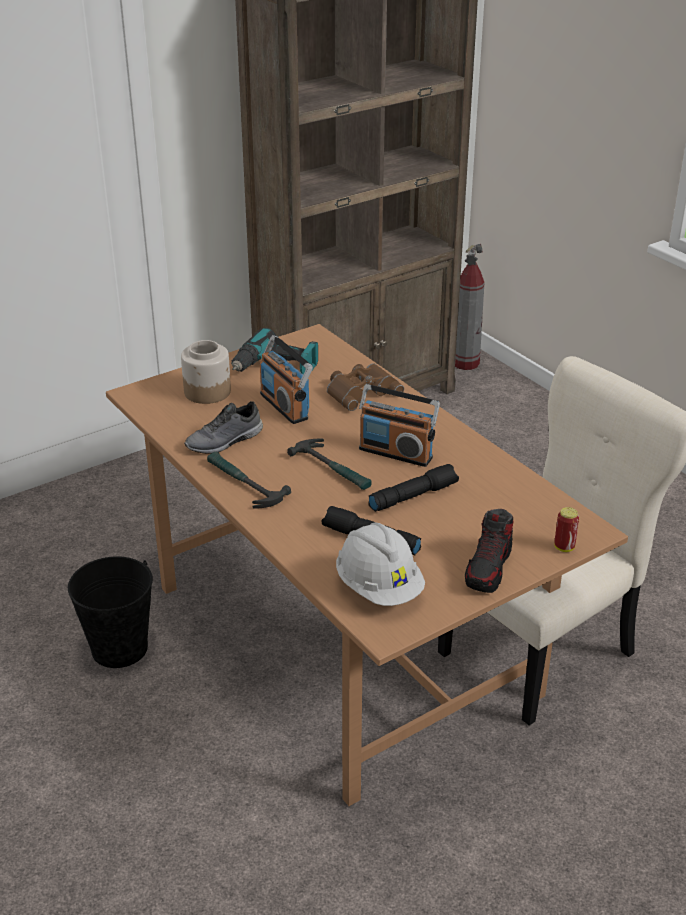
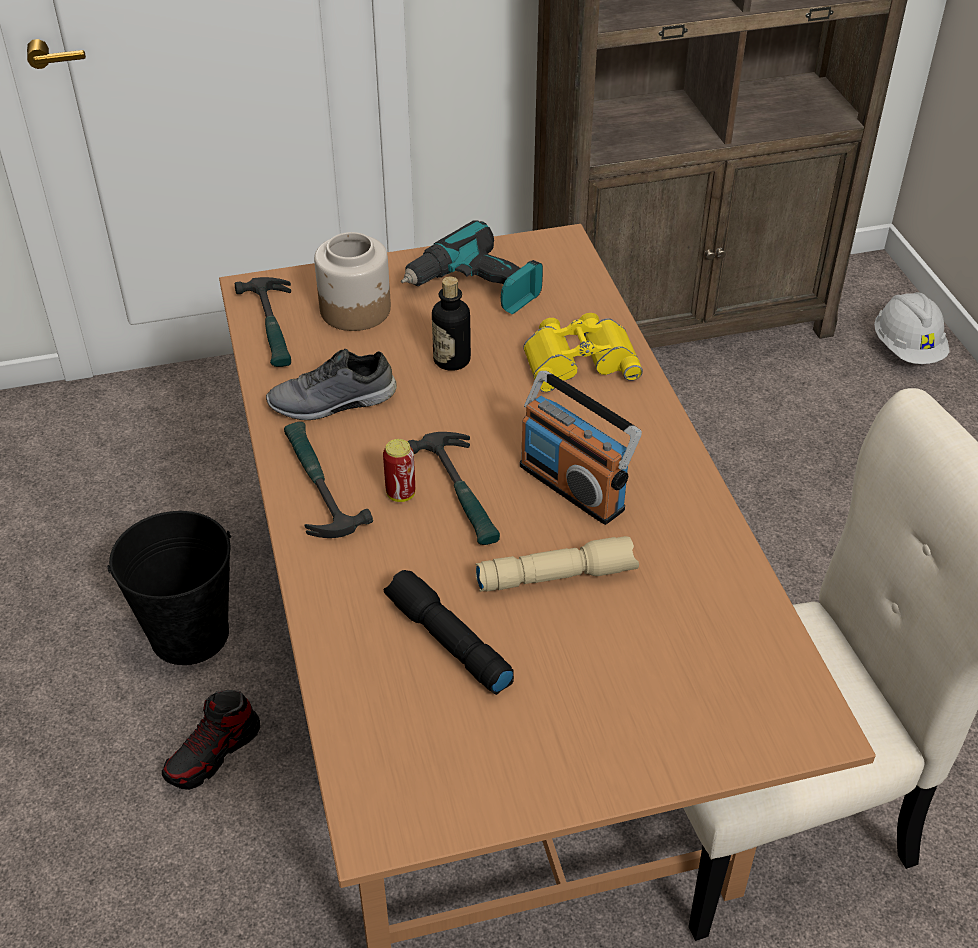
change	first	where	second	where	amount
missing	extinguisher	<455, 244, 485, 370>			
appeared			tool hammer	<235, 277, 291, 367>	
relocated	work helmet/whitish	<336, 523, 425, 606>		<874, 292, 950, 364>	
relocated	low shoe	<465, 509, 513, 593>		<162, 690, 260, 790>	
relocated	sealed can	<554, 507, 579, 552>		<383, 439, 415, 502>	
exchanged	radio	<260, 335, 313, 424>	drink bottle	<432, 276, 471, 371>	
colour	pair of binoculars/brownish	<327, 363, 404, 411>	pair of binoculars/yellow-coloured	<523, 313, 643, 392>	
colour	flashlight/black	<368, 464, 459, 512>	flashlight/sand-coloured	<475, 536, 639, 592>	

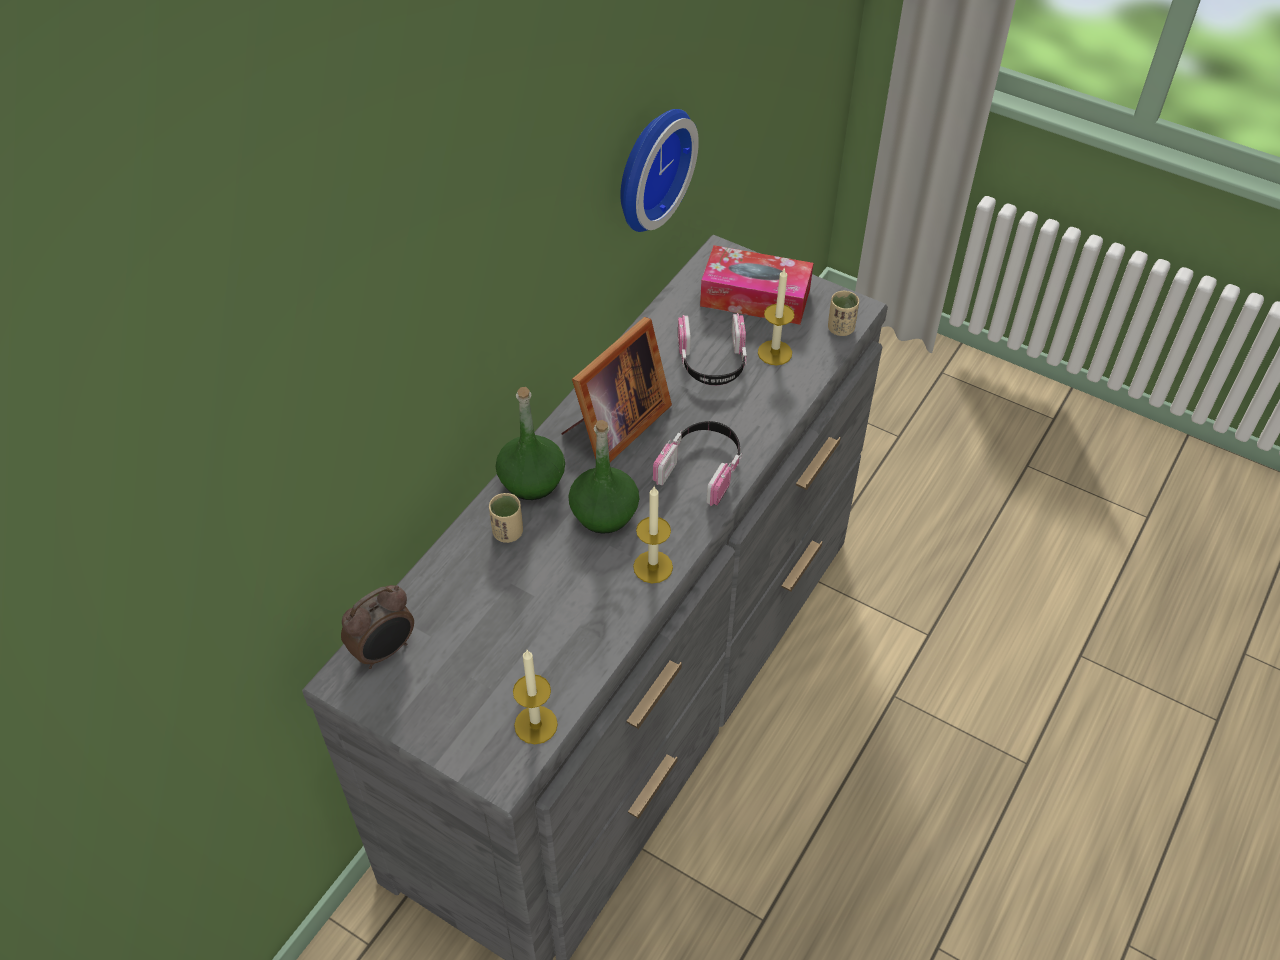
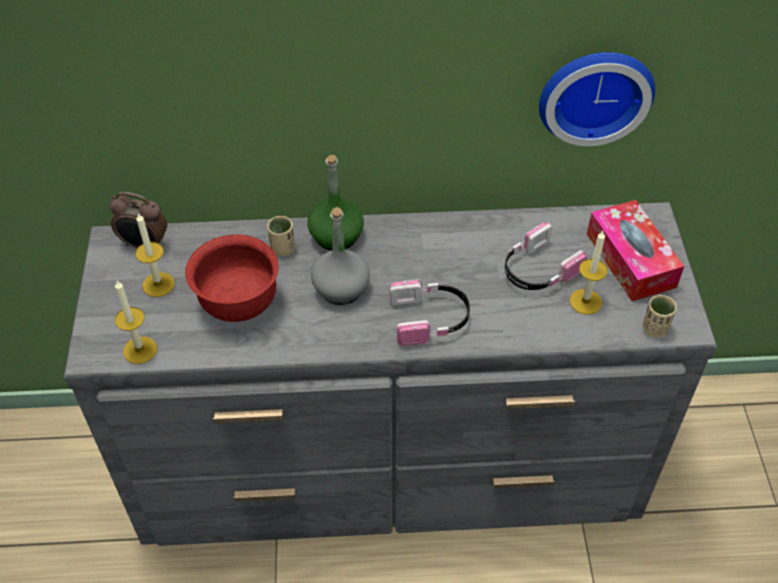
change	first	where	second	where	amount
missing	picture frame	<561, 317, 672, 462>			
appeared			bowl/red	<185, 234, 279, 322>	
relocated	wax candle	<633, 487, 673, 583>		<135, 213, 175, 297>	
colour	drink bottle/green-coloured	<569, 420, 639, 534>	drink bottle/greyish	<311, 207, 370, 305>	

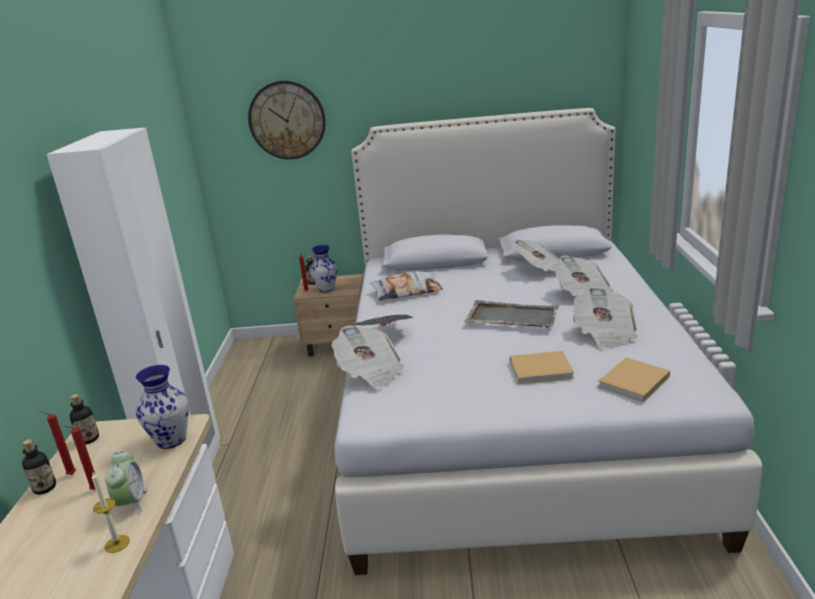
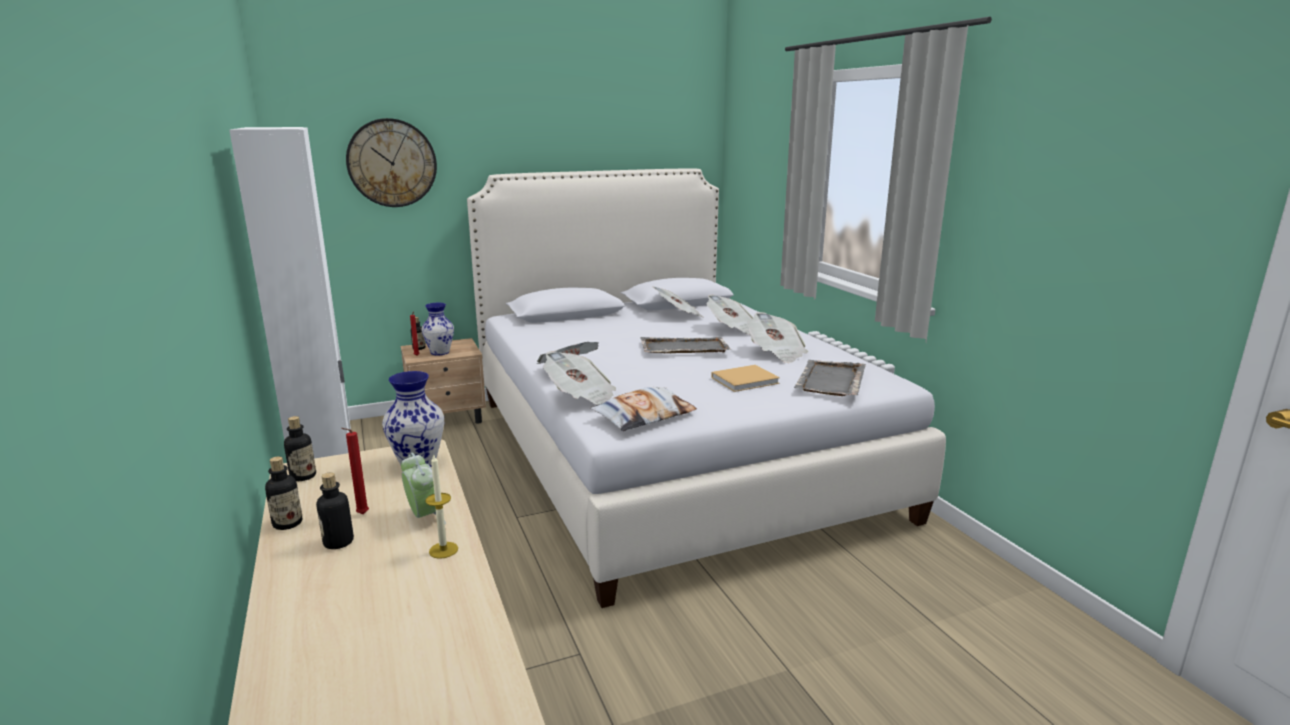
change	first	where	second	where	amount
missing	wax candle/red	<40, 411, 76, 475>			
appeared			drink bottle	<316, 473, 354, 549>	
relocated	cushion	<370, 271, 443, 301>		<590, 387, 697, 431>	
exchanged	volume/sand-coloured	<598, 357, 670, 402>	tray/greyish	<794, 360, 866, 396>	

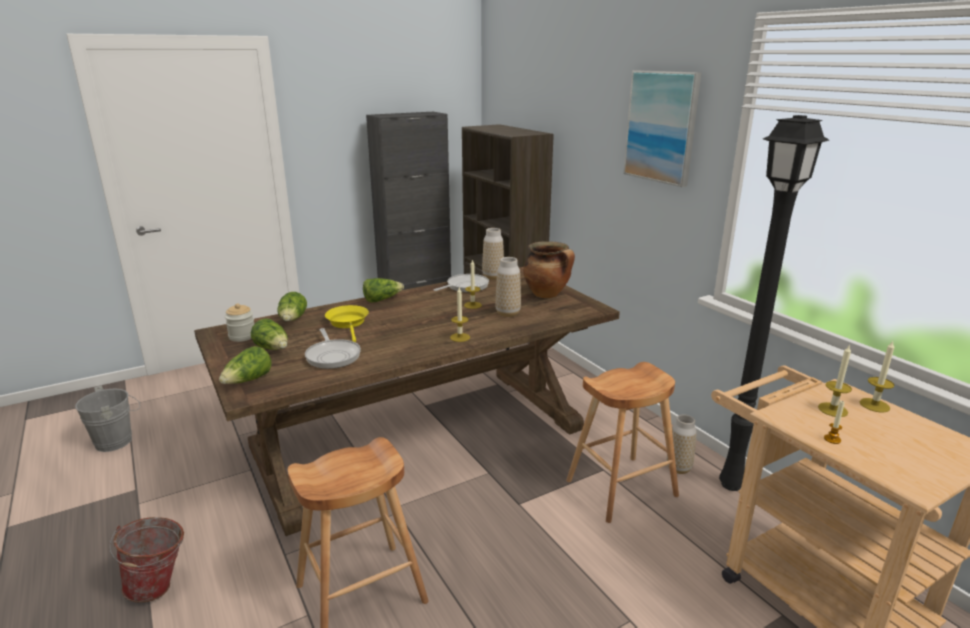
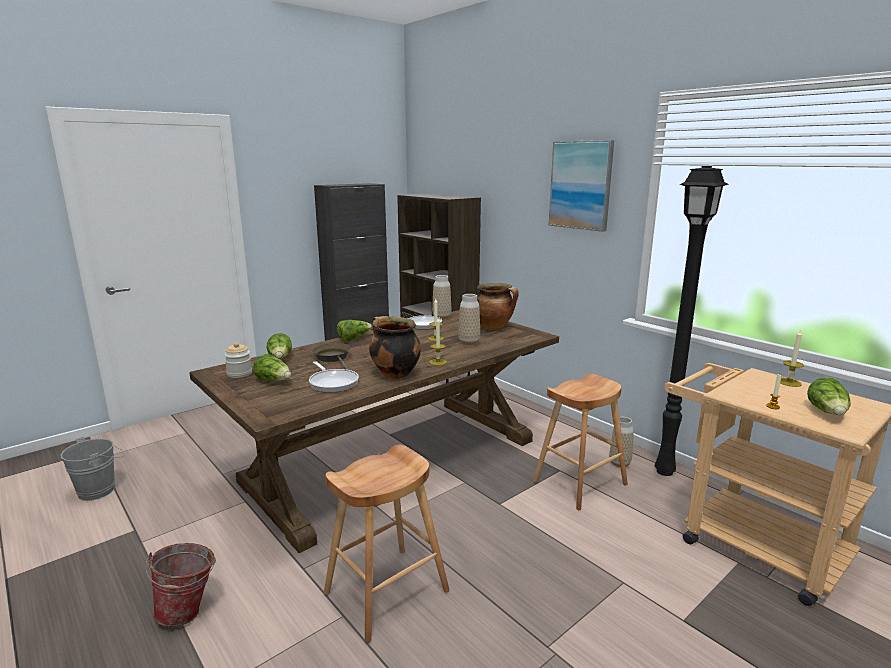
change	first	where	second	where	amount
missing	wax candle	<818, 344, 852, 417>			
appeared			saucepot	<369, 316, 421, 379>	
relocated	lettuce	<219, 346, 272, 384>		<807, 377, 851, 415>	
colour	frying pan/yellow-coloured	<325, 305, 369, 342>	frying pan/brownish	<312, 343, 351, 370>	

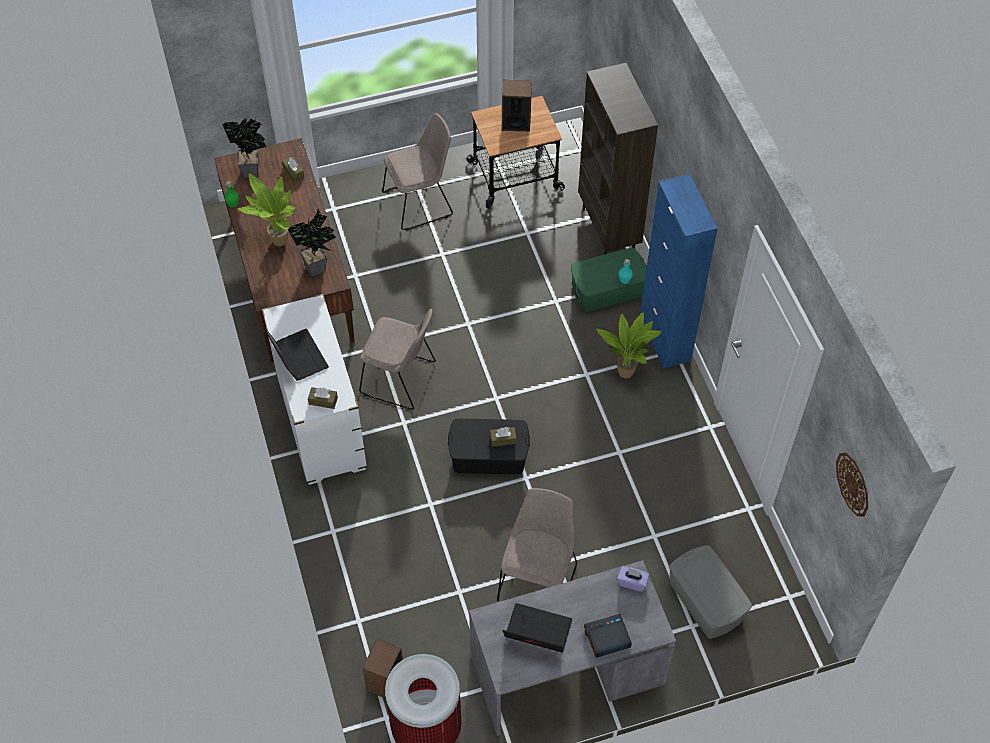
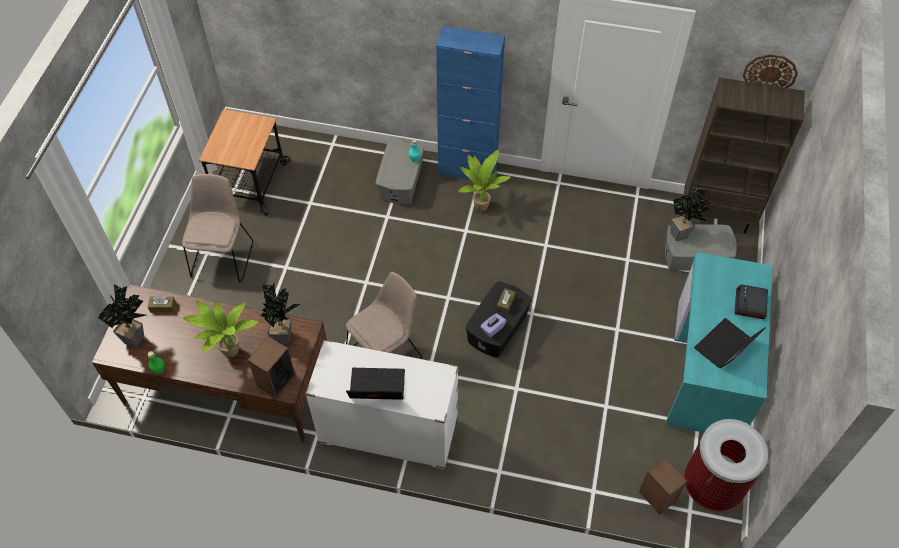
change	first	where	second	where	amount
missing	tissue holder/brownish	<308, 387, 338, 409>			
missing	upright chair/sand-coloured	<497, 488, 577, 601>			
appeared			houseplant	<670, 184, 710, 241>	
relocated	loudspeaker	<502, 80, 532, 132>		<248, 336, 295, 398>	
relocated	bookcase/brownish	<578, 63, 658, 254>		<684, 77, 805, 234>	
relocated	tissue holder/purple	<617, 566, 649, 592>		<480, 313, 506, 338>	
colour	desk/greyish	<469, 560, 676, 736>	desk/turquoise-coloured	<665, 252, 773, 433>	
colour	storage container/green-coloured	<571, 248, 647, 312>	storage container/greyish	<375, 139, 424, 204>	

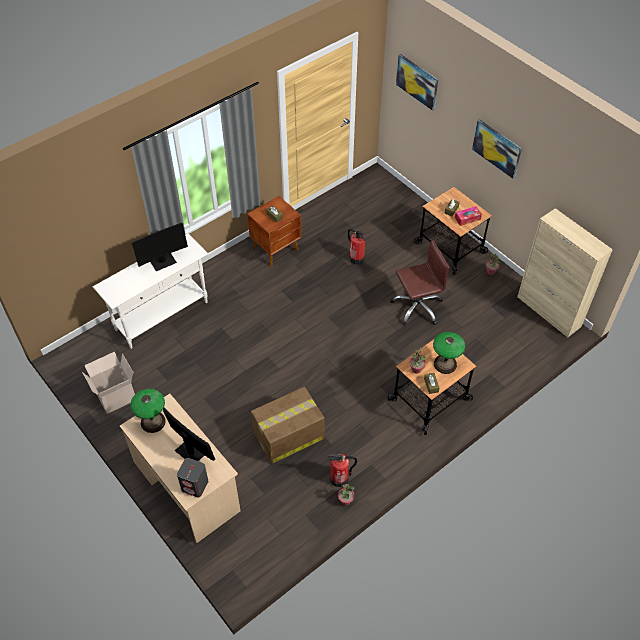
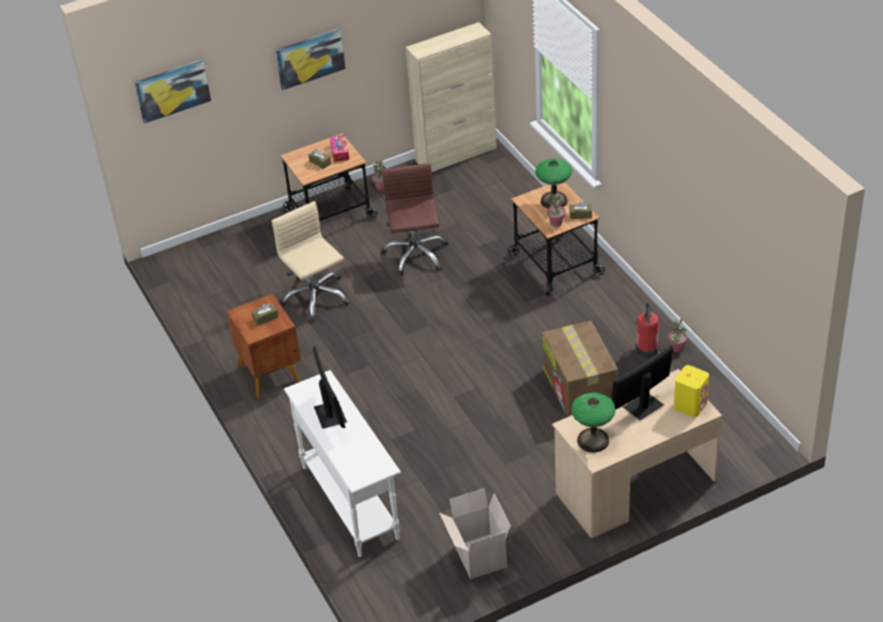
change	first	where	second	where	amount
exchanged	extinguisher	<348, 229, 365, 265>	office chair/sand-coloured	<271, 201, 350, 321>	
colour	loudspeaker/greyish	<177, 458, 208, 498>	loudspeaker/yellow-coloured	<674, 365, 709, 417>	

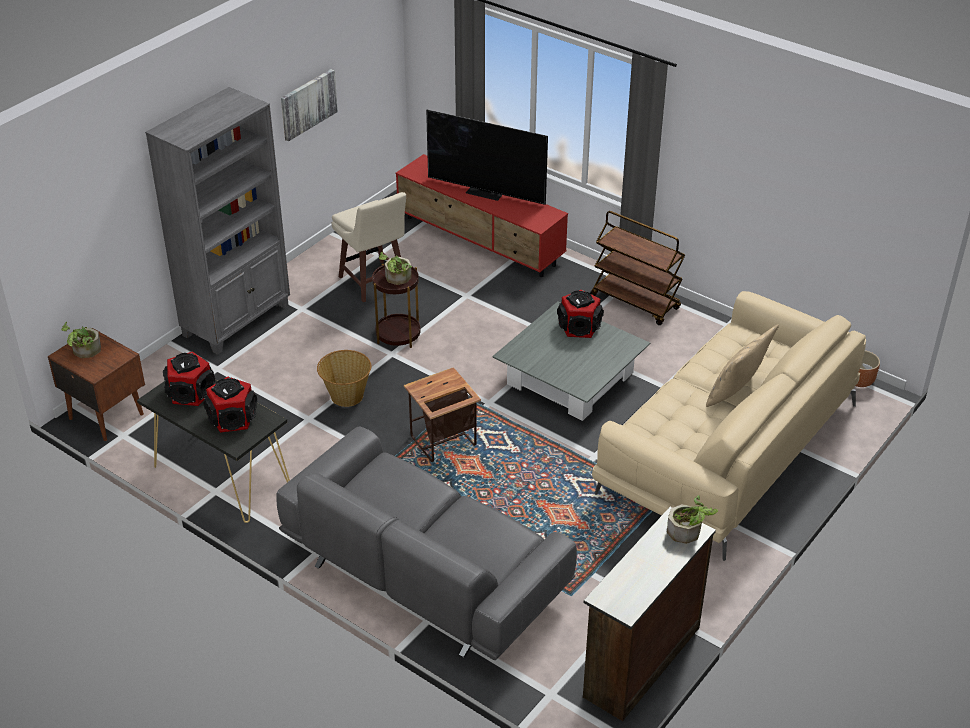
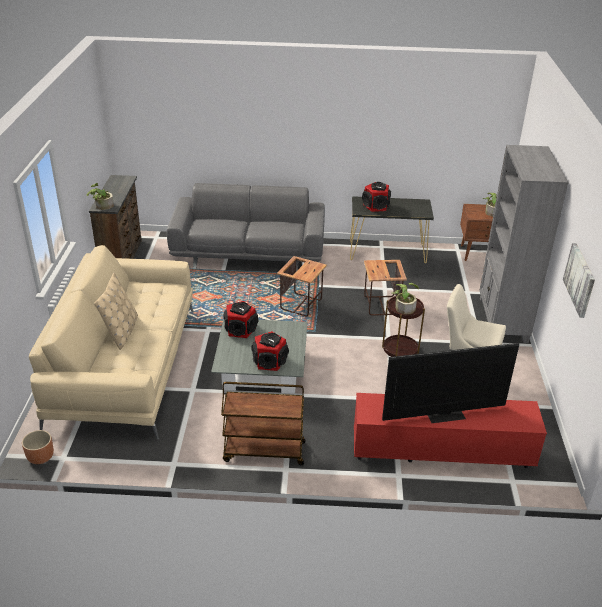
change	first	where	second	where	amount
relocated	loudspeaker	<163, 352, 215, 406>		<223, 301, 259, 338>	
exchanged	storage basket	<317, 350, 371, 407>	side table	<364, 260, 407, 315>	

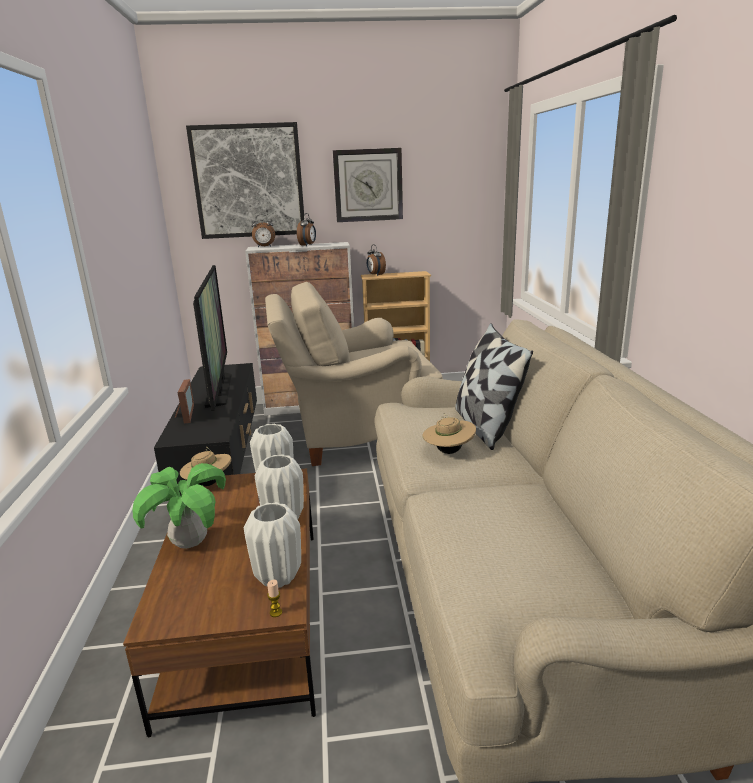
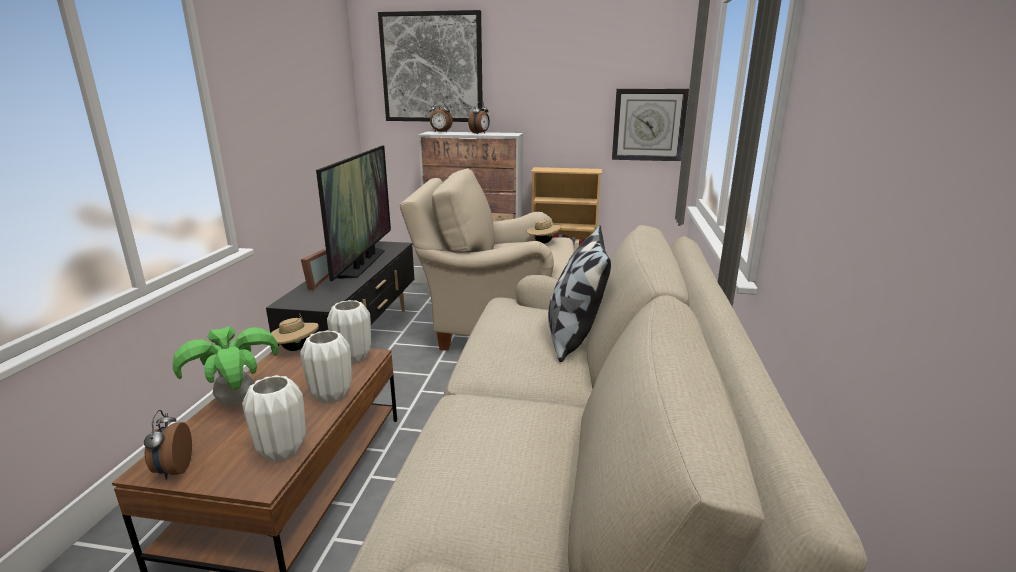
change	first	where	second	where	amount
missing	wax candle	<267, 580, 282, 617>			
relocated	wall clock	<333, 148, 403, 222>		<612, 89, 689, 161>	
relocated	table clock	<367, 244, 386, 276>		<144, 410, 192, 480>	
relocated	hat/sand-coloured	<422, 414, 476, 454>		<526, 218, 561, 244>	

